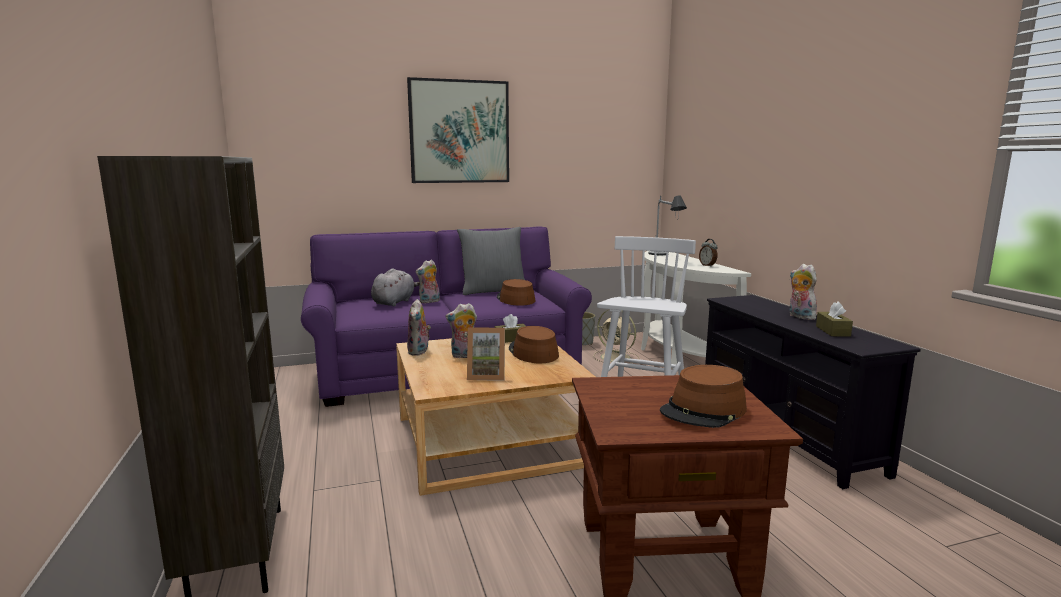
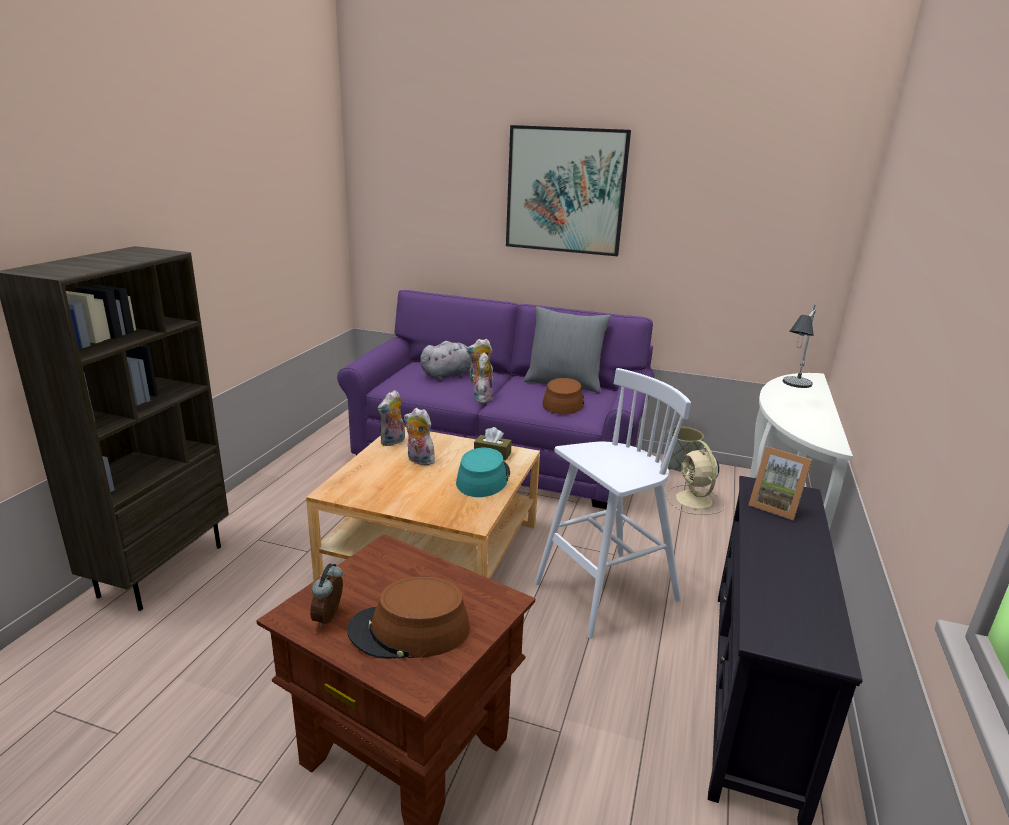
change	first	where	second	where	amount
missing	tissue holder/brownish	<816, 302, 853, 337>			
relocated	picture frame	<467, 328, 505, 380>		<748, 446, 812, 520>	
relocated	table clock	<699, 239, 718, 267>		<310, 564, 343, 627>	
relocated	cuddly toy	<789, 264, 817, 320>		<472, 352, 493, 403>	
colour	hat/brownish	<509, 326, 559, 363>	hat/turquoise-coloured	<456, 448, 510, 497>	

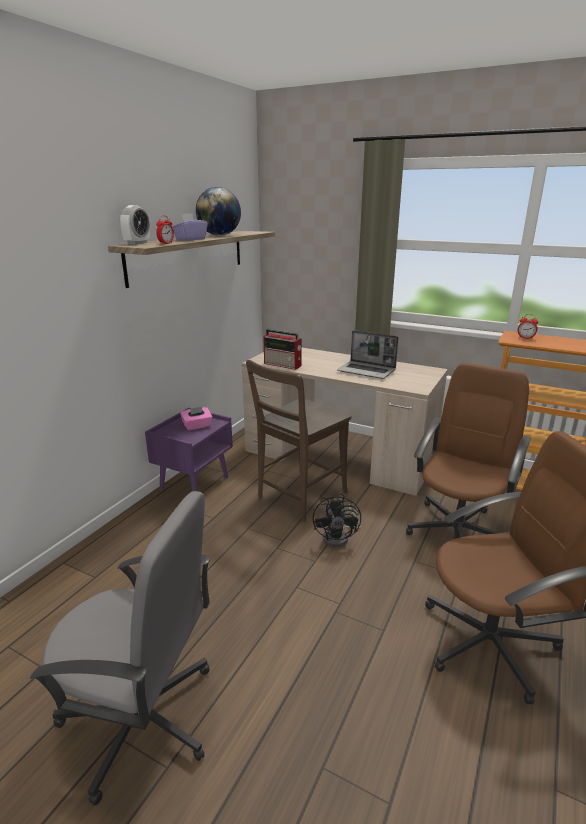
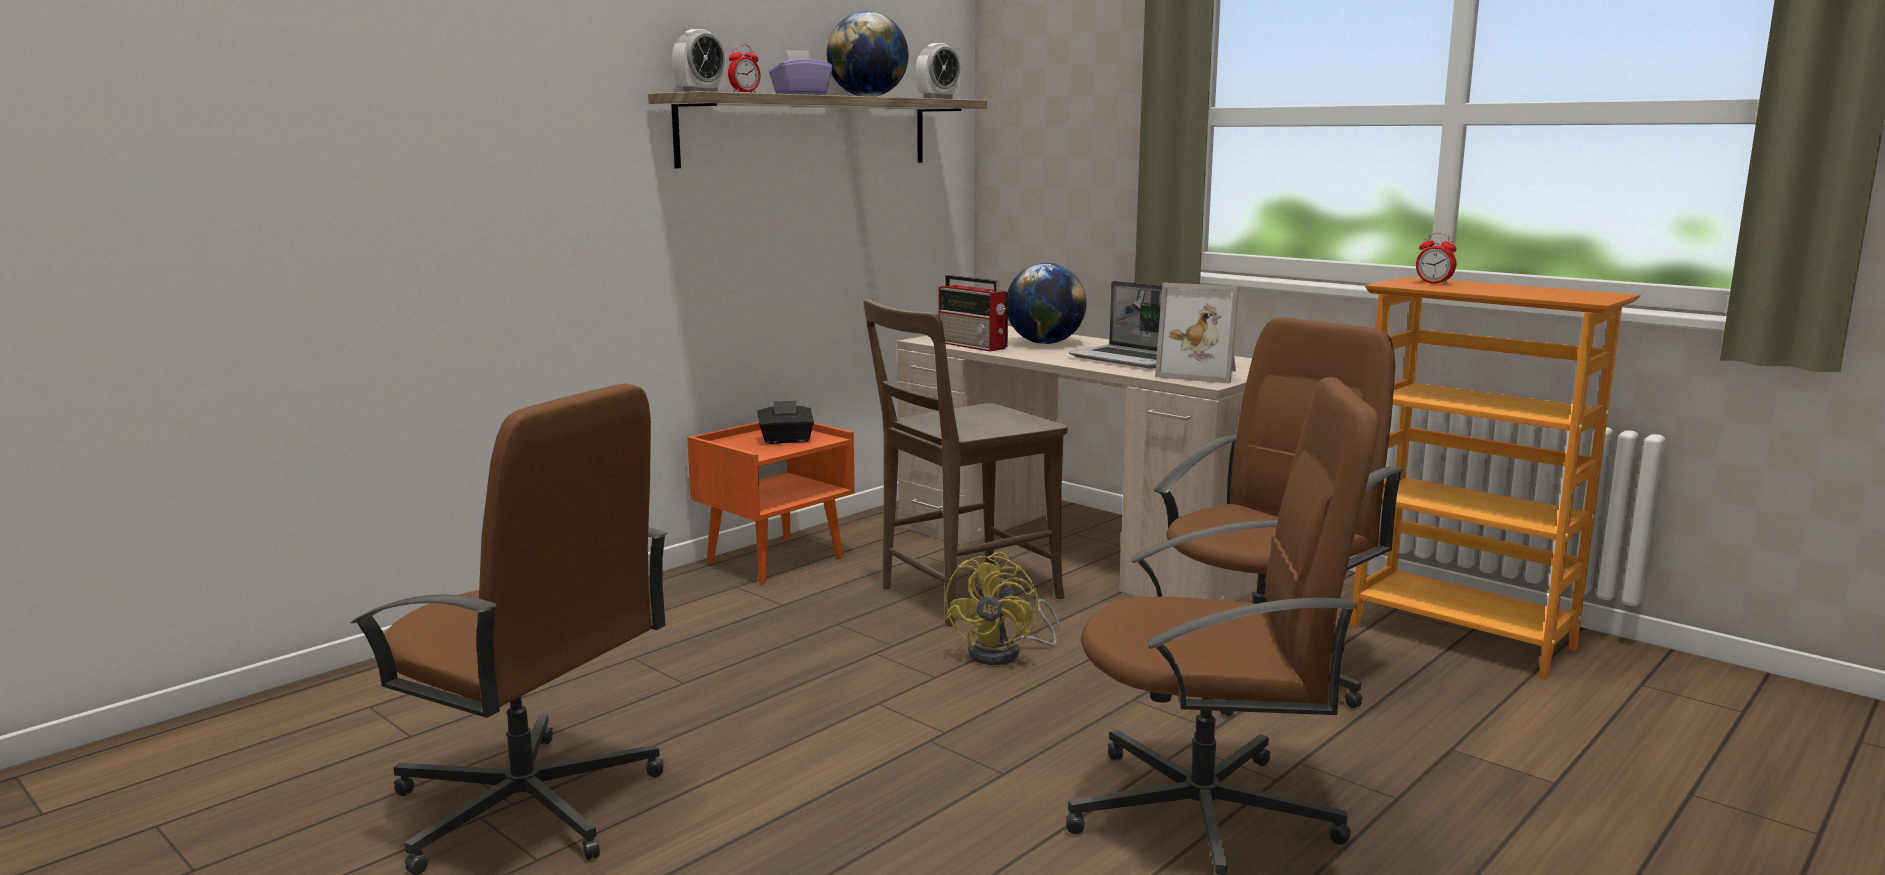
change	first	where	second	where	amount
appeared			table clock	<916, 43, 960, 99>	
appeared			globe	<1008, 263, 1087, 344>	
appeared			picture frame	<1155, 282, 1239, 384>	
colour	office chair/greyish	<30, 491, 211, 806>	office chair/brownish	<351, 383, 668, 875>	
colour	bedside table/purple	<145, 408, 233, 492>	bedside table/orange	<687, 422, 855, 584>	
colour	tissue holder/pink	<180, 406, 212, 431>	tissue holder/black	<757, 400, 814, 444>	
colour	electric fan/black	<313, 493, 361, 547>	electric fan/yellow-coloured	<945, 552, 1060, 665>	

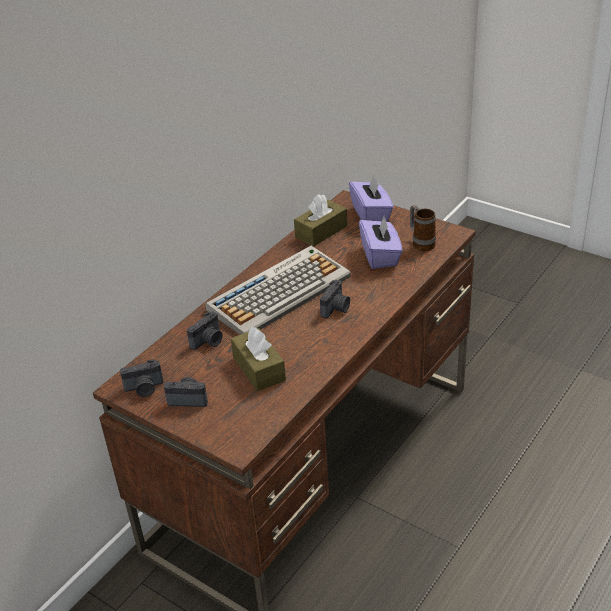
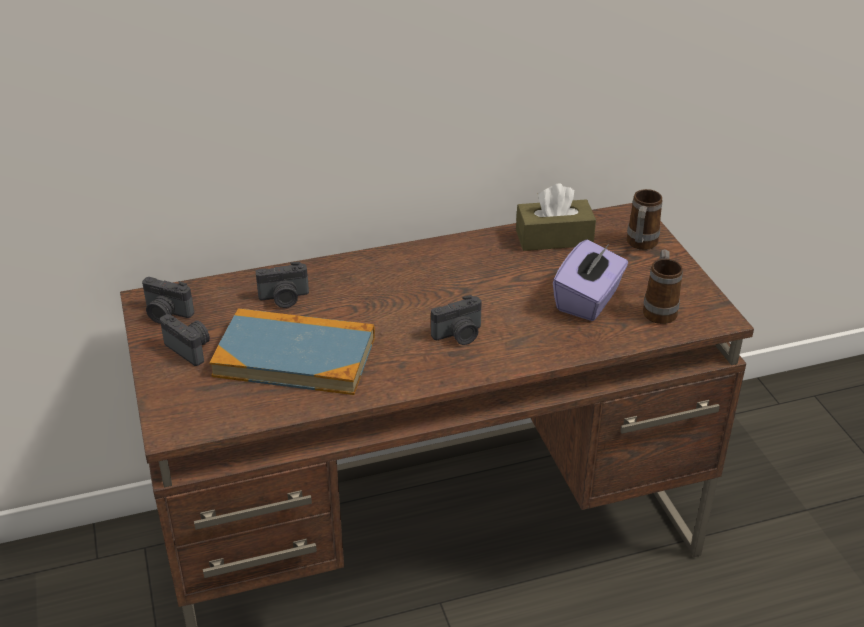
change	first	where	second	where	amount
missing	computer keyboard	<205, 246, 351, 335>			
exchanged	tissue holder/brownish	<231, 326, 286, 391>	volume	<209, 308, 375, 395>	
exchanged	tissue holder/purple	<349, 174, 394, 222>	tea mug	<627, 189, 662, 250>	

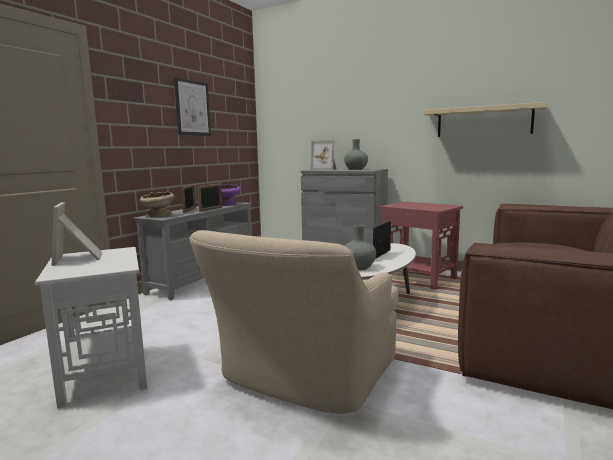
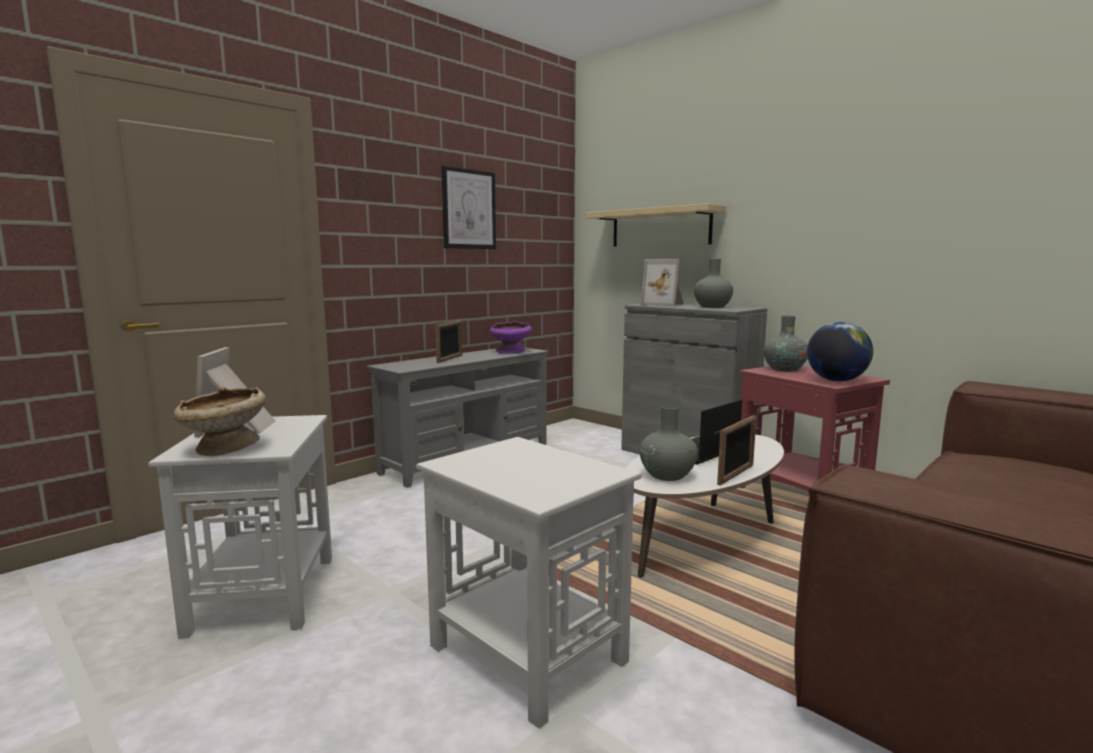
change	first	where	second	where	amount
appeared			vase/greyish	<763, 316, 808, 372>	
appeared			globe	<807, 322, 873, 382>	
relocated	bowl/sand-coloured	<140, 191, 175, 218>		<174, 387, 266, 456>	
relocated	picture frame	<197, 183, 222, 212>		<717, 415, 756, 485>	
relocated	wall shelf/sand-coloured	<423, 102, 547, 137>		<586, 203, 726, 247>	
exchanged	armchair/sand-coloured	<189, 230, 399, 414>	side table/whitish	<416, 437, 642, 729>	

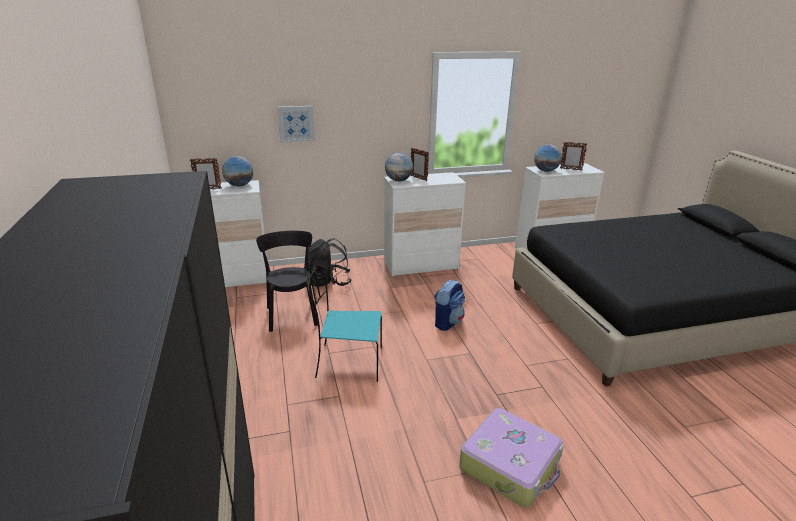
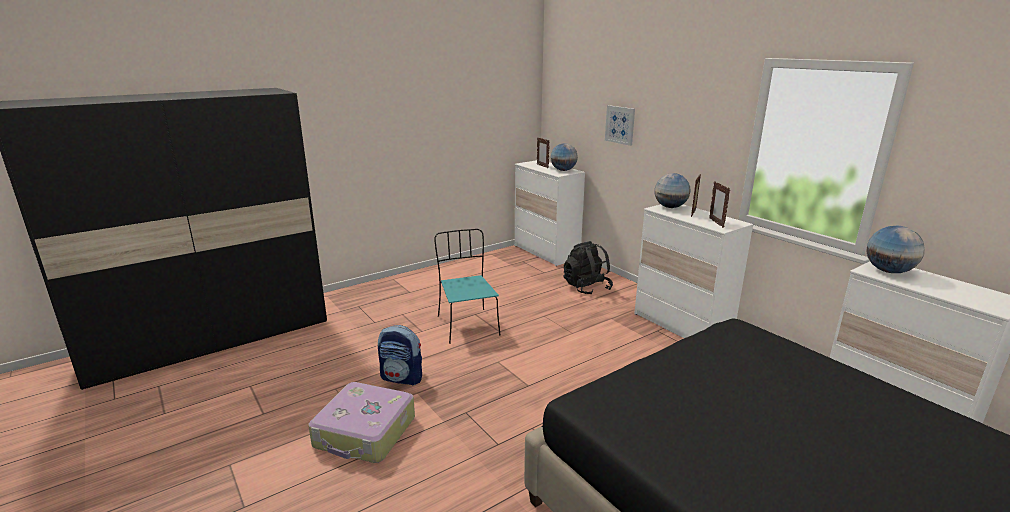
change	first	where	second	where	amount
missing	upright chair/black	<256, 231, 318, 332>			
relocated	backpack	<434, 280, 465, 331>		<378, 325, 422, 386>	
relocated	picture frame	<560, 142, 587, 170>		<709, 181, 730, 228>	

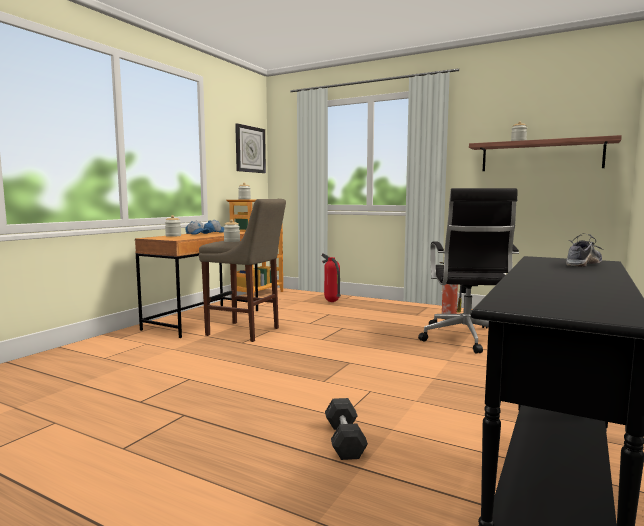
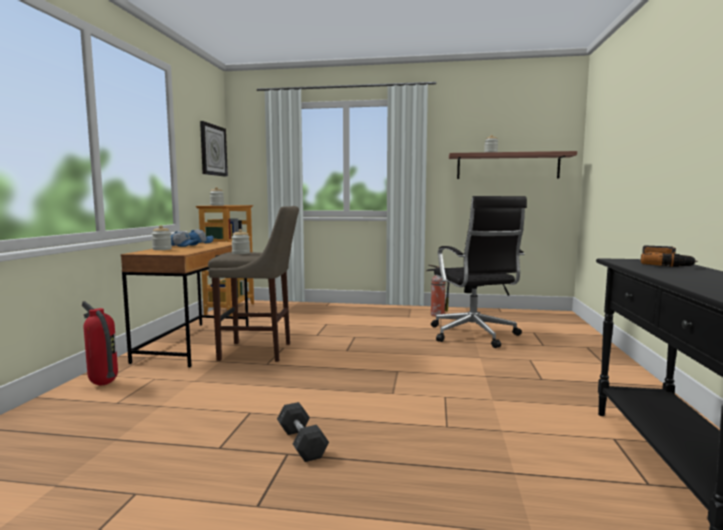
change	first	where	second	where	amount
relocated	extinguisher	<322, 253, 341, 302>		<82, 301, 118, 385>	
relocated	hand weight/greyish	<325, 398, 368, 460>		<277, 402, 329, 462>	
exchanged	low shoe	<566, 234, 603, 267>	power drill	<641, 246, 698, 267>	

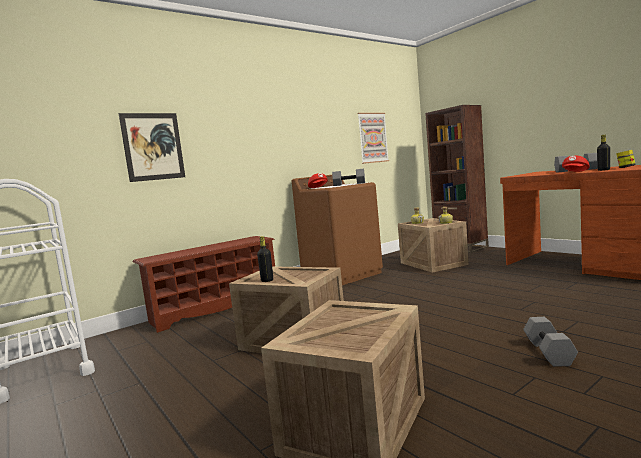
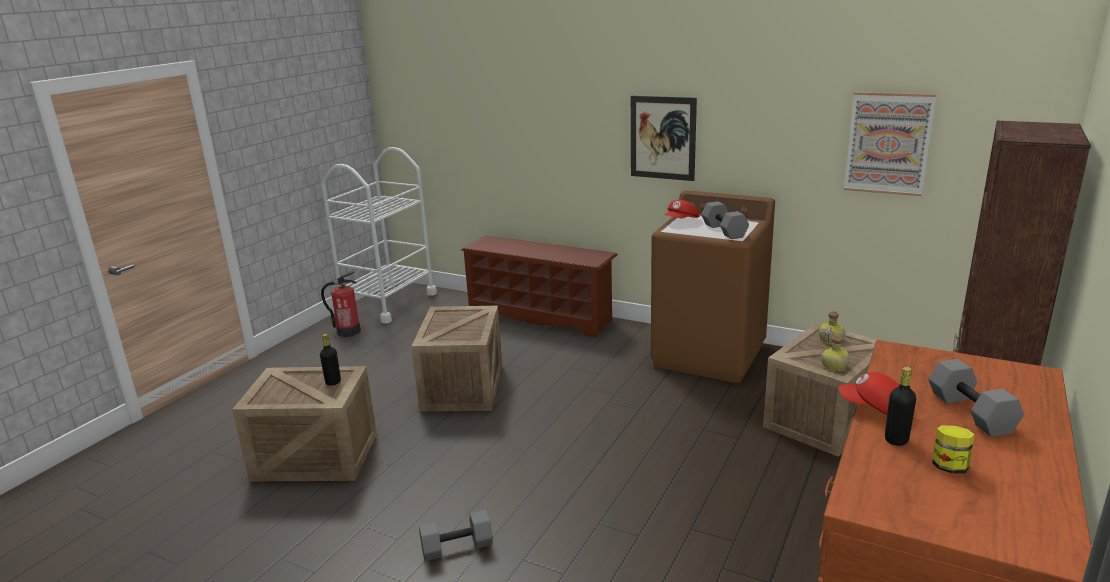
change	first	where	second	where	amount
appeared			extinguisher	<321, 272, 361, 337>	
relocated	wall art	<119, 113, 185, 182>		<631, 96, 697, 181>	
relocated	drink bottle/black	<257, 236, 273, 282>		<320, 334, 341, 386>	

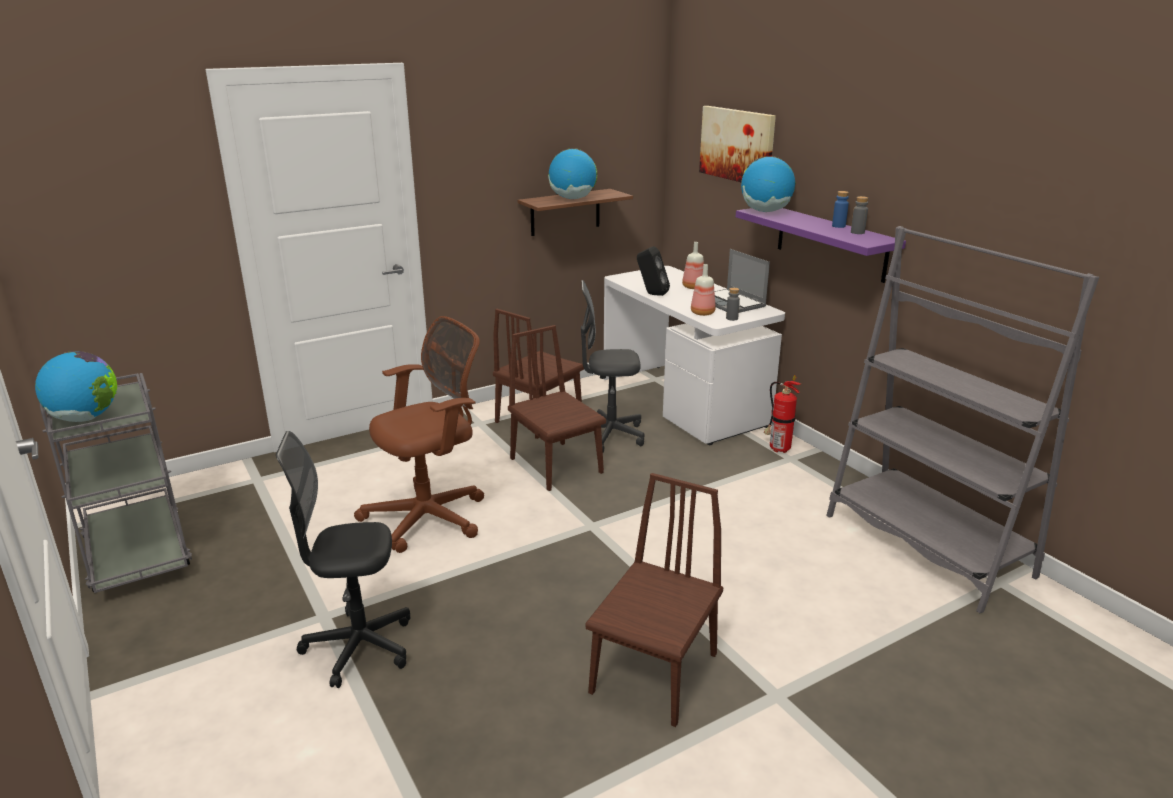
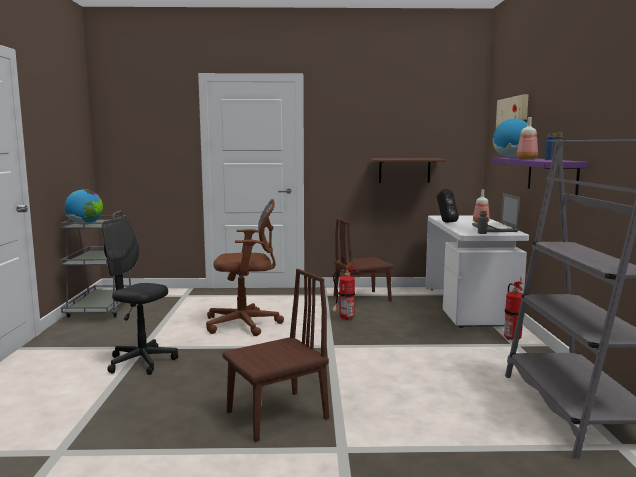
change	first	where	second	where	amount
missing	globe	<548, 148, 597, 199>			
missing	office chair/greyish	<581, 280, 645, 452>			
relocated	drink bottle	<691, 264, 716, 316>		<517, 117, 538, 159>	
exchanged	upright chair/brownish	<508, 325, 606, 491>	extinguisher	<332, 261, 359, 320>	

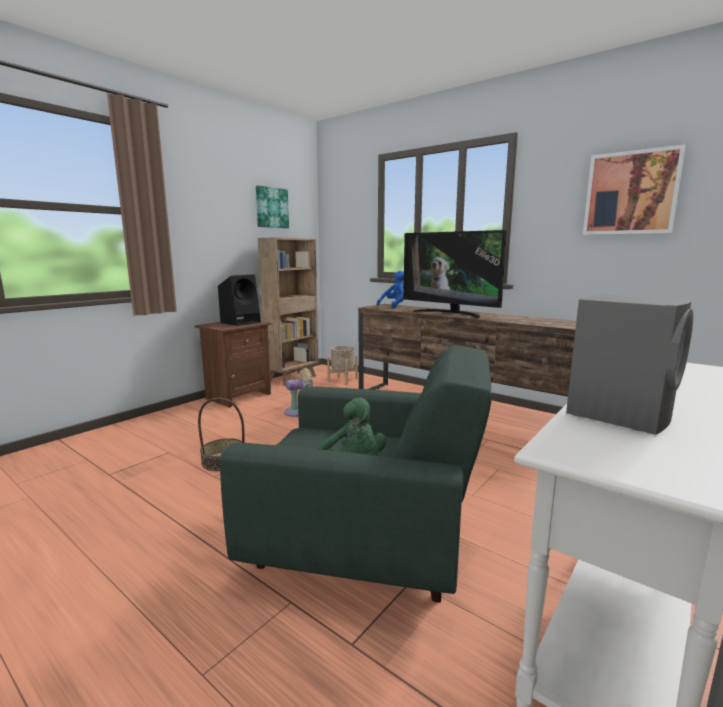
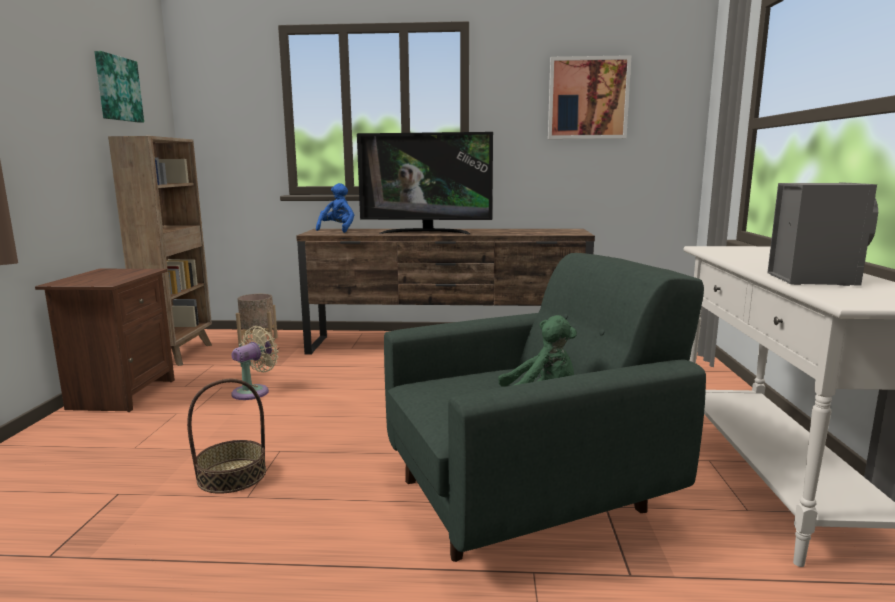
change	first	where	second	where	amount
missing	loudspeaker/black	<218, 274, 261, 326>			

